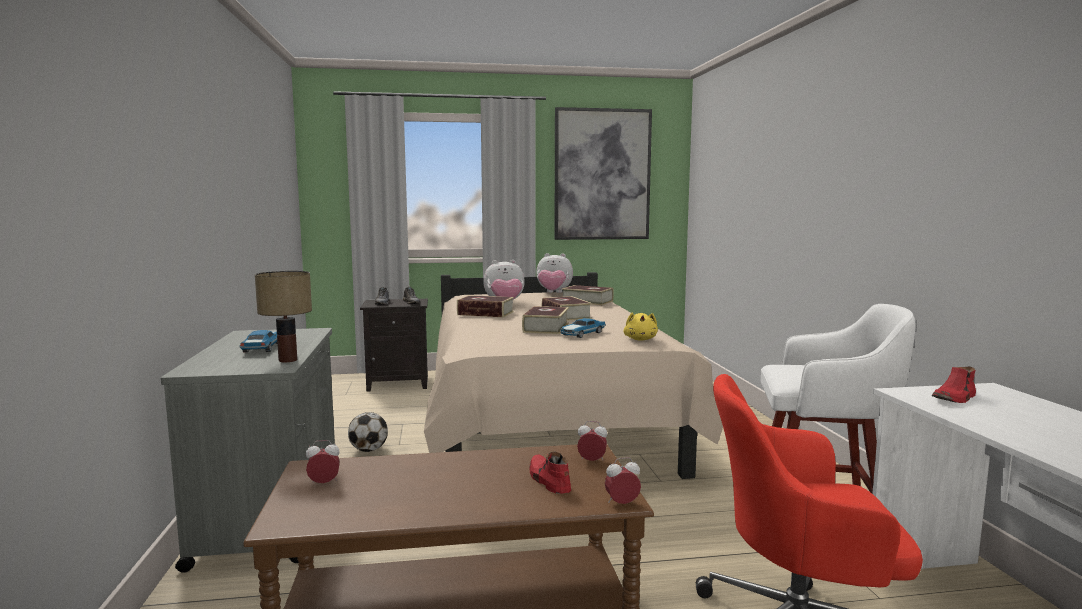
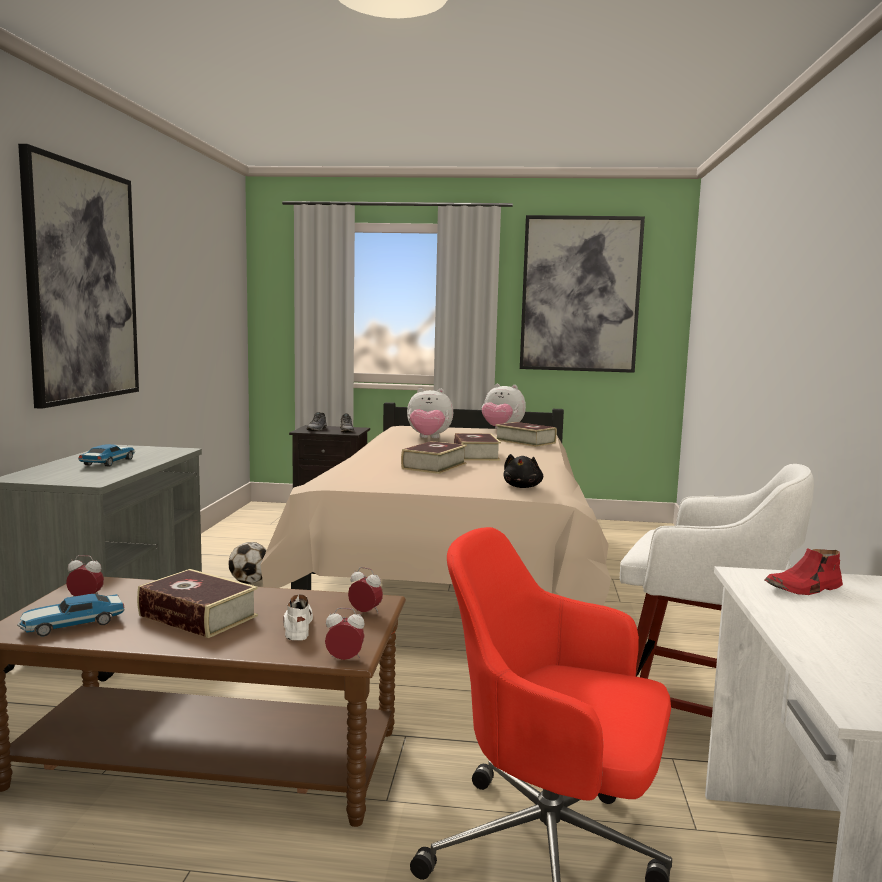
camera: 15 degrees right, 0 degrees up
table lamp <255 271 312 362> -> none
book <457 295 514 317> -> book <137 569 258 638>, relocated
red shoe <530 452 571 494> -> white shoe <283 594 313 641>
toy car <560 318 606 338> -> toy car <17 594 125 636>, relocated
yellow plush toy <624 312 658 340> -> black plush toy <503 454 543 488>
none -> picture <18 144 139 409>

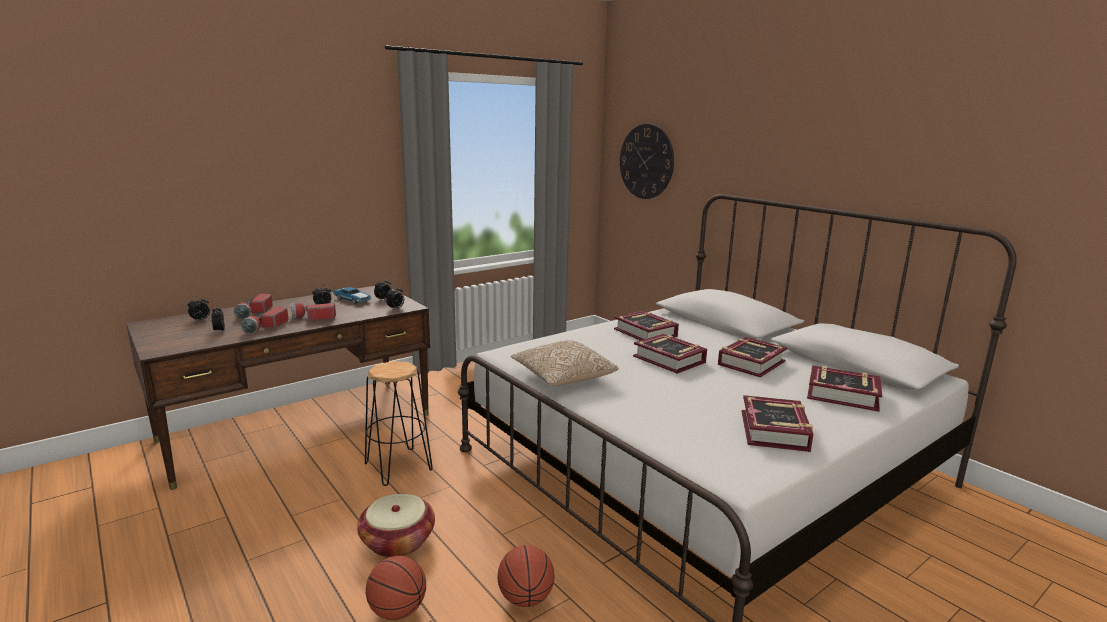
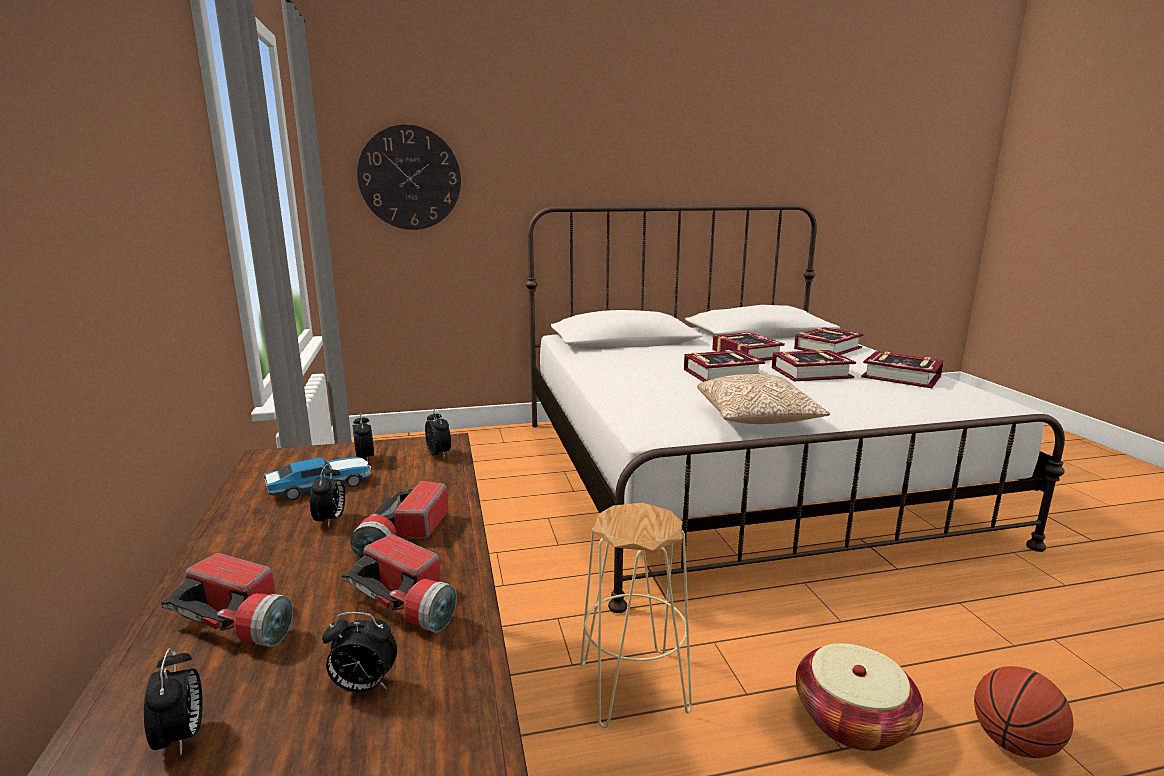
camera: 65 degrees left, 0 degrees up
black stool <365 361 433 486> -> beige stool <580 503 692 728>
basketball <497 545 555 607> -> none
book <614 311 679 340> -> book <772 349 856 381>, relocated

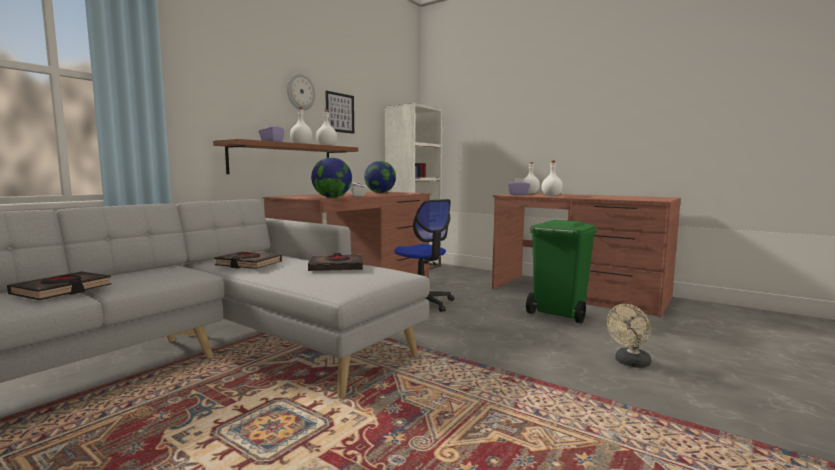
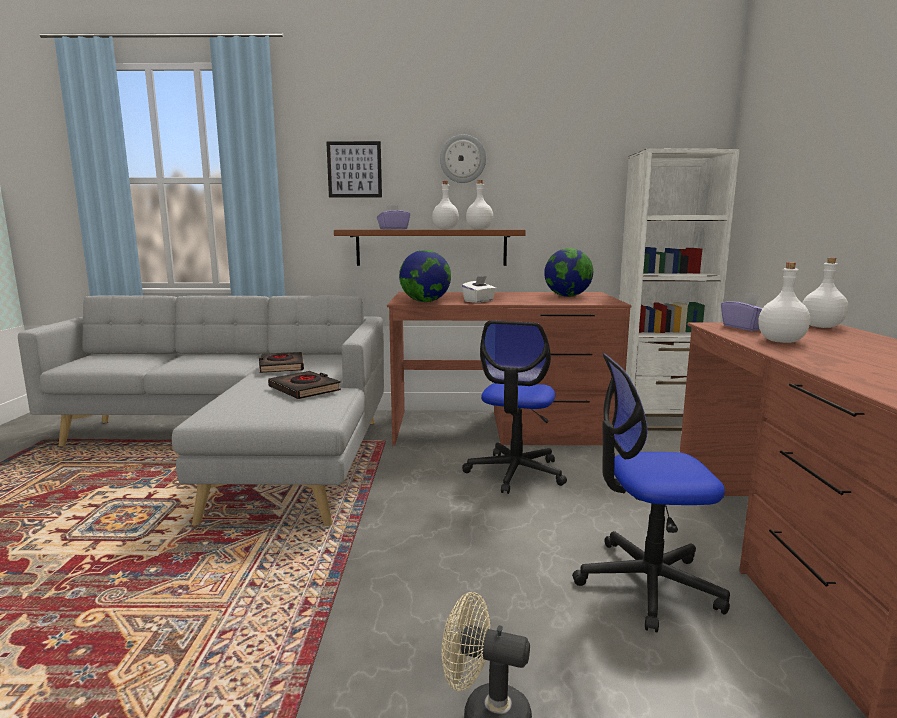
camera: 55 degrees right, 5 degrees up
black book <7 272 112 300> -> none
picture <325 91 354 134> -> picture <326 141 382 198>, relocated
green trash can <526 220 597 323> -> office chair <572 353 730 632>

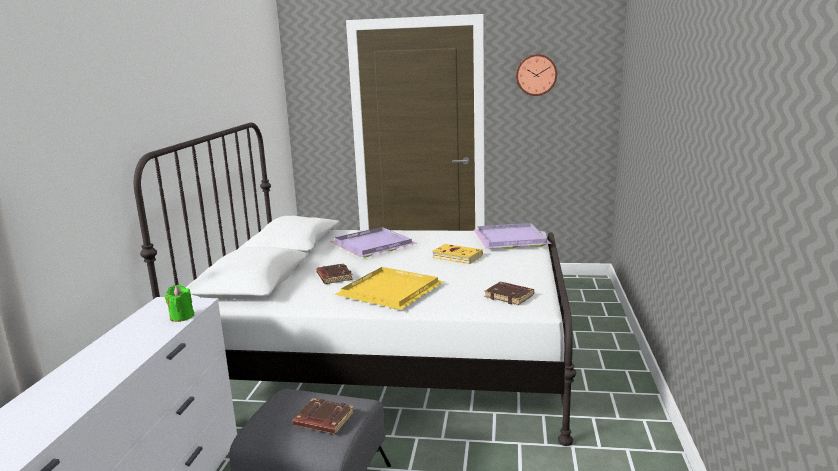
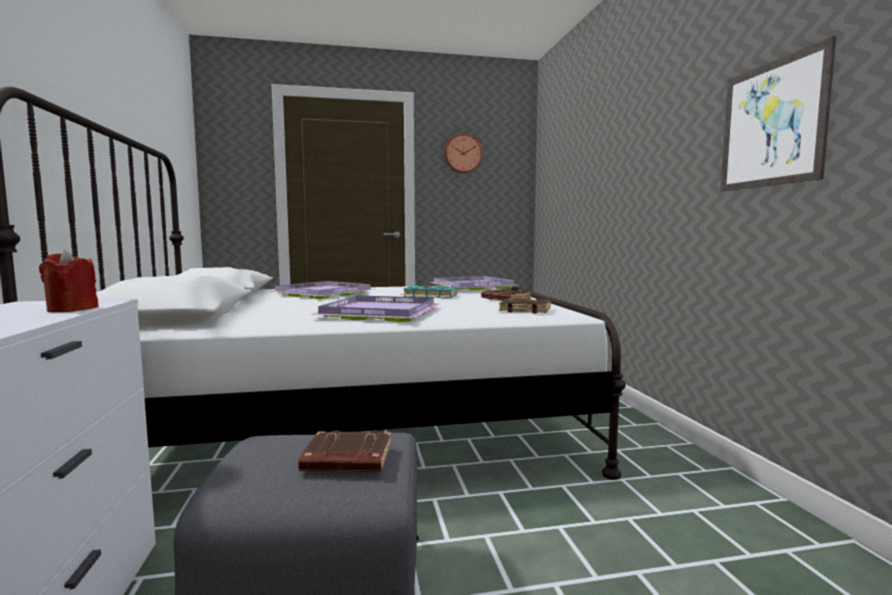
camera: 20 degrees left, 10 degrees down
green candle <165 285 195 322> -> red candle <39 249 99 312>
brown book <316 263 353 284> -> brown book <481 288 532 301>, relocated
yellow tray <334 267 445 310> -> purple tray <309 295 441 322>
yellow book <432 244 483 264> -> turquoise book <402 286 458 298>
none -> picture <720 36 836 191>

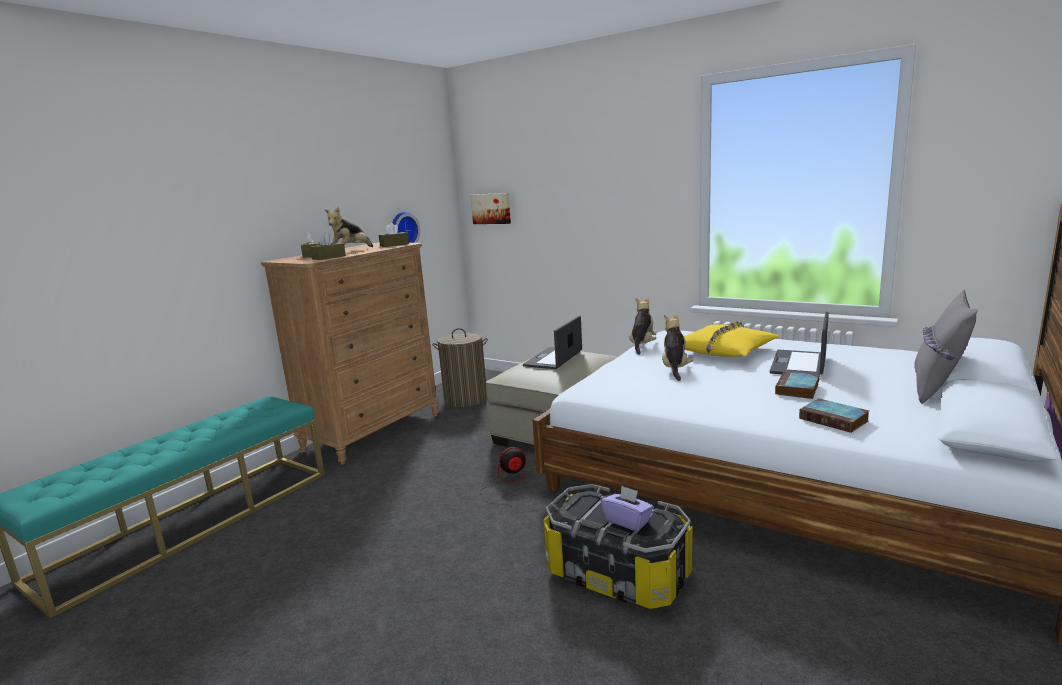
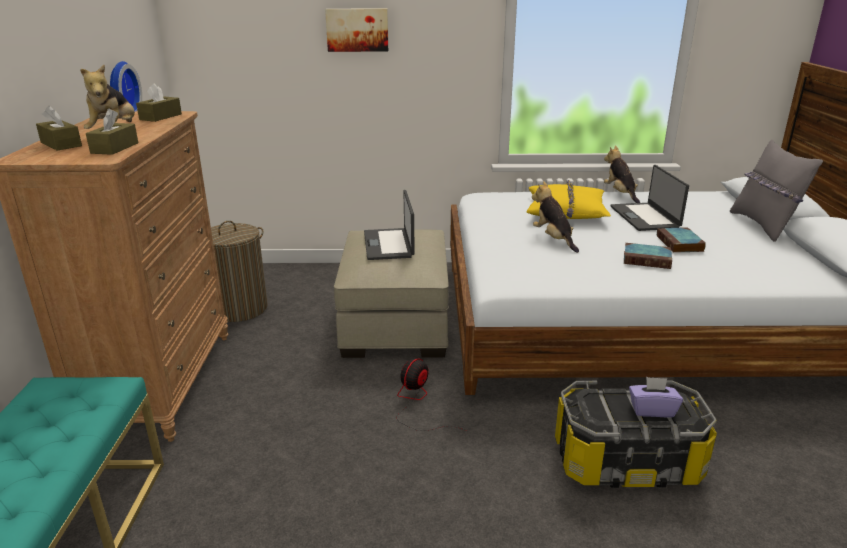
camera: 35 degrees left, 10 degrees up
picture <470 193 511 224> -> picture <325 9 388 52>, relocated
plush toy <629 298 656 355> -> plush toy <604 145 640 203>, relocated
book <799 398 869 433> -> book <624 243 672 269>, relocated

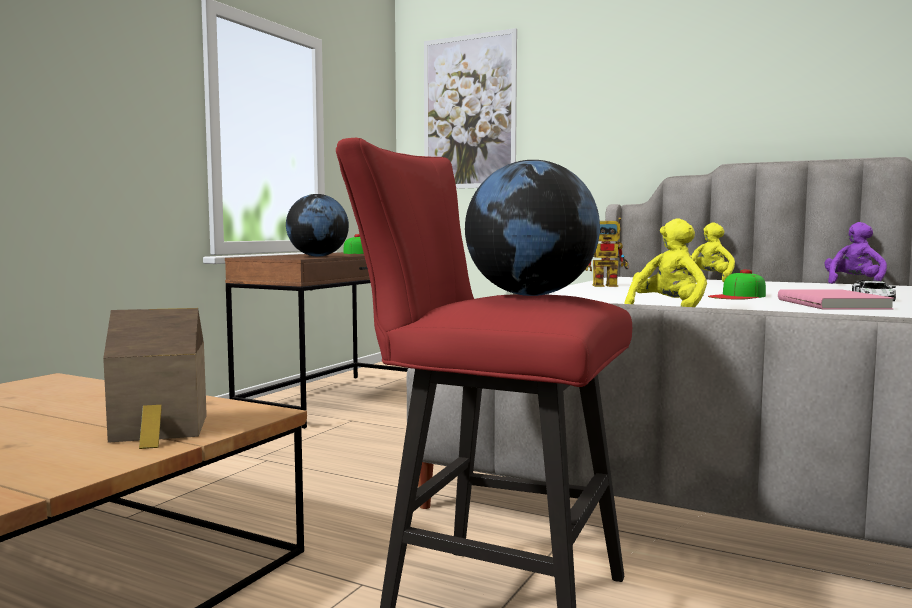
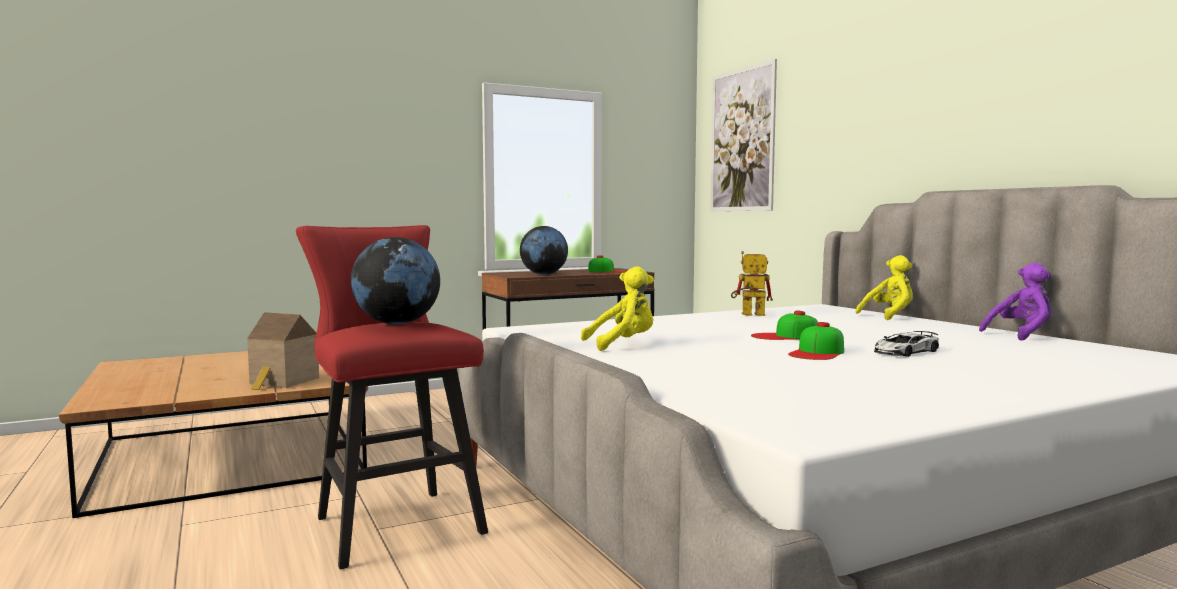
camera: 35 degrees right, 0 degrees up
toy robot <585 217 629 287> -> toy robot <731 251 773 316>, 150 degrees clockwise
pink book <778 290 894 309> -> cap <788 322 844 360>

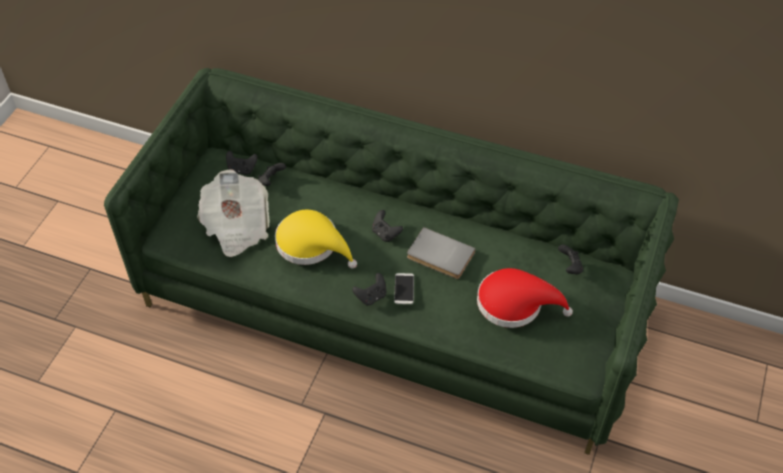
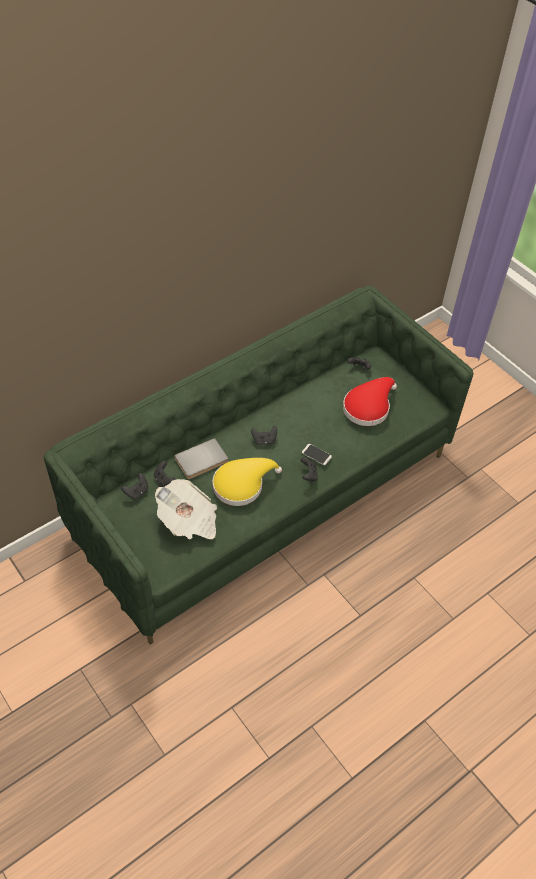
camera: 60 degrees left, 0 degrees up
grey book <407 227 476 279> -> grey book <174 438 228 479>, relocated

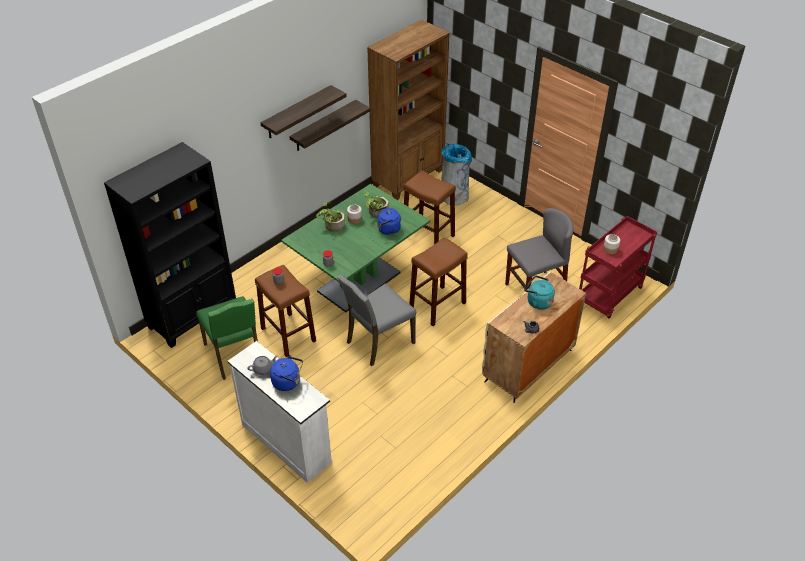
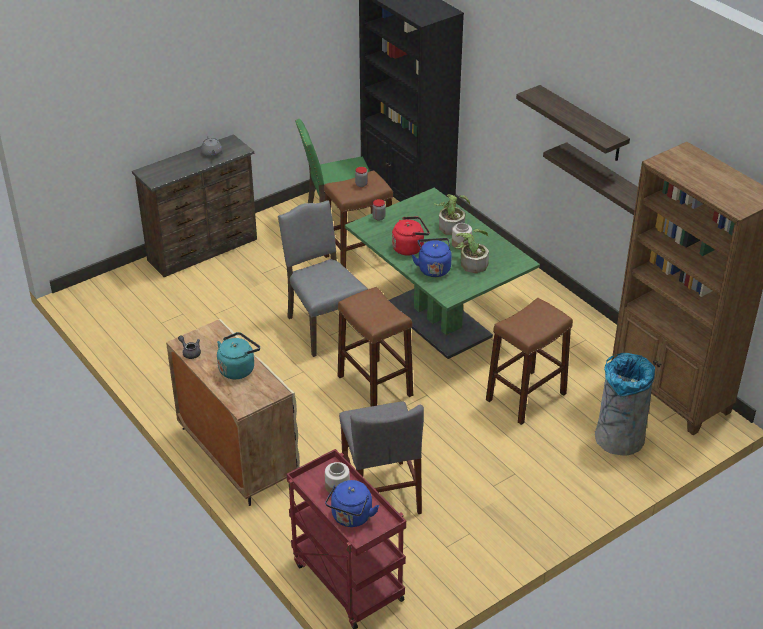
camera: 100 degrees right, 5 degrees down
white dresser <227 341 332 483> -> brown dresser <132 134 257 277>
blue kettle <270 355 303 391> -> blue kettle <325 480 379 527>, relocated
none -> red kettle <392 217 429 255>

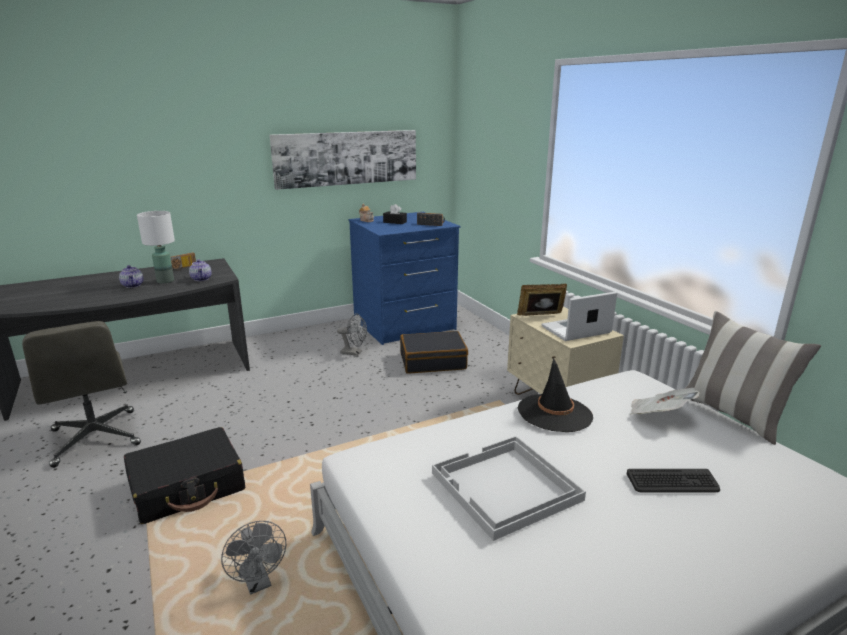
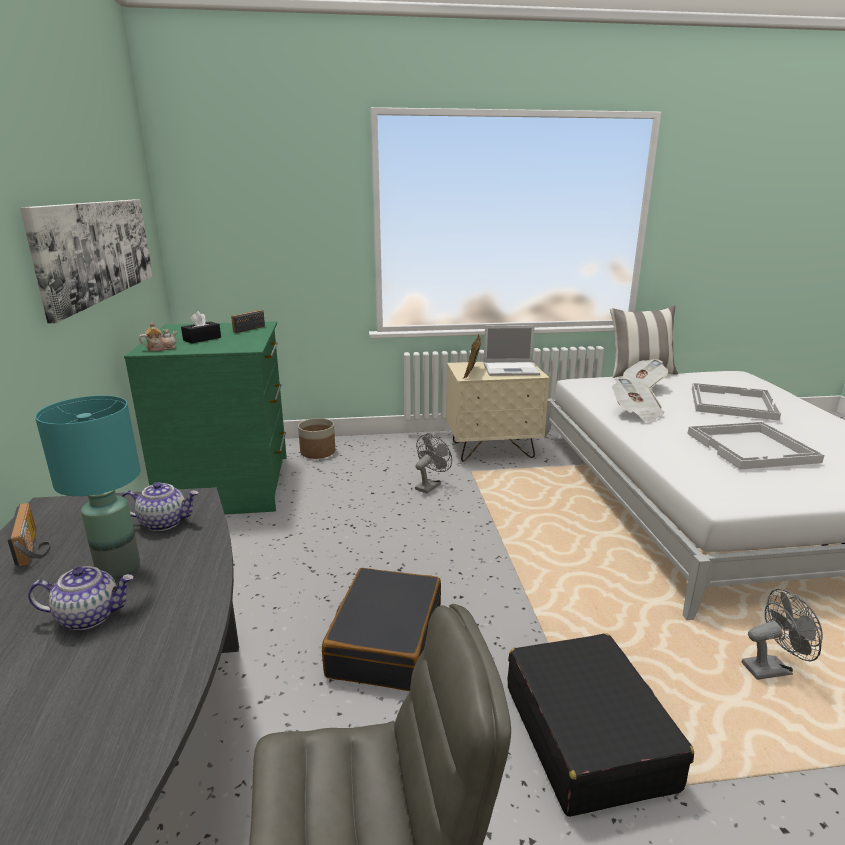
camera: 70 degrees left, 0 degrees up
white table lamp <137 211 175 284> -> turquoise table lamp <35 395 140 578>
grey fan <337 313 367 356> -> grey fan <415 434 452 493>, relocated
blue dresser <348 212 460 345> -> green dresser <124 321 287 515>
black suitcase <400 331 468 374> -> black suitcase <322 568 441 691>, relocated
black hat <518 358 593 432> -> newspaper <612 378 665 423>
laptop <542 292 617 341> -> laptop <484 325 540 376>, 90 degrees counterclockwise
keyboard <627 469 720 493> -> white tray <692 383 781 421>
none -> planter <298 418 336 459>

